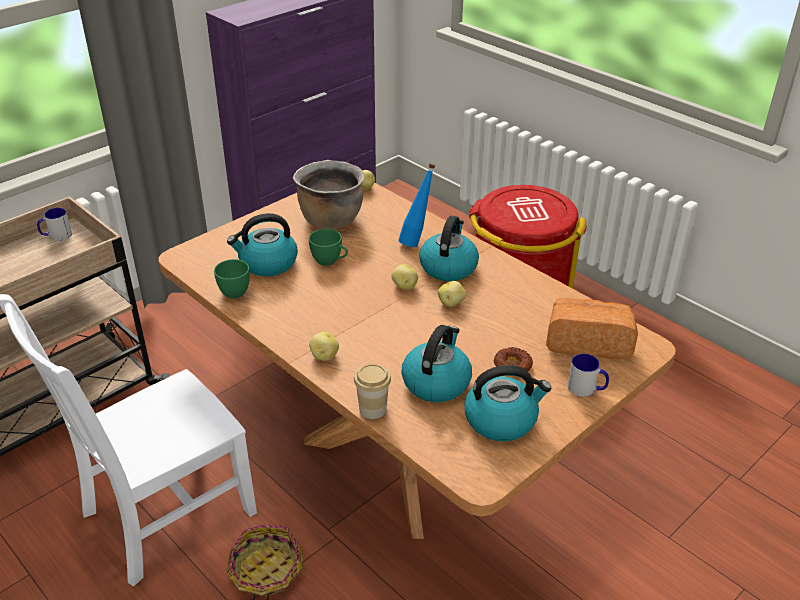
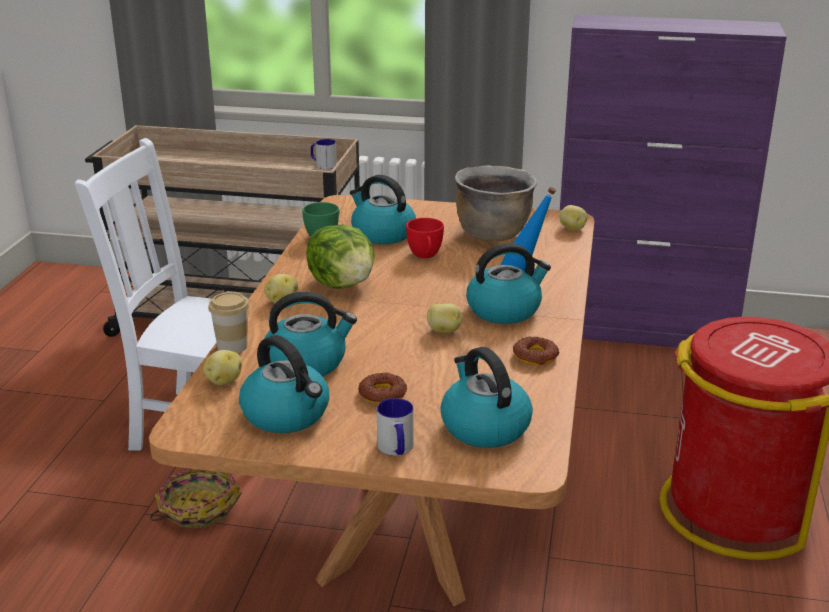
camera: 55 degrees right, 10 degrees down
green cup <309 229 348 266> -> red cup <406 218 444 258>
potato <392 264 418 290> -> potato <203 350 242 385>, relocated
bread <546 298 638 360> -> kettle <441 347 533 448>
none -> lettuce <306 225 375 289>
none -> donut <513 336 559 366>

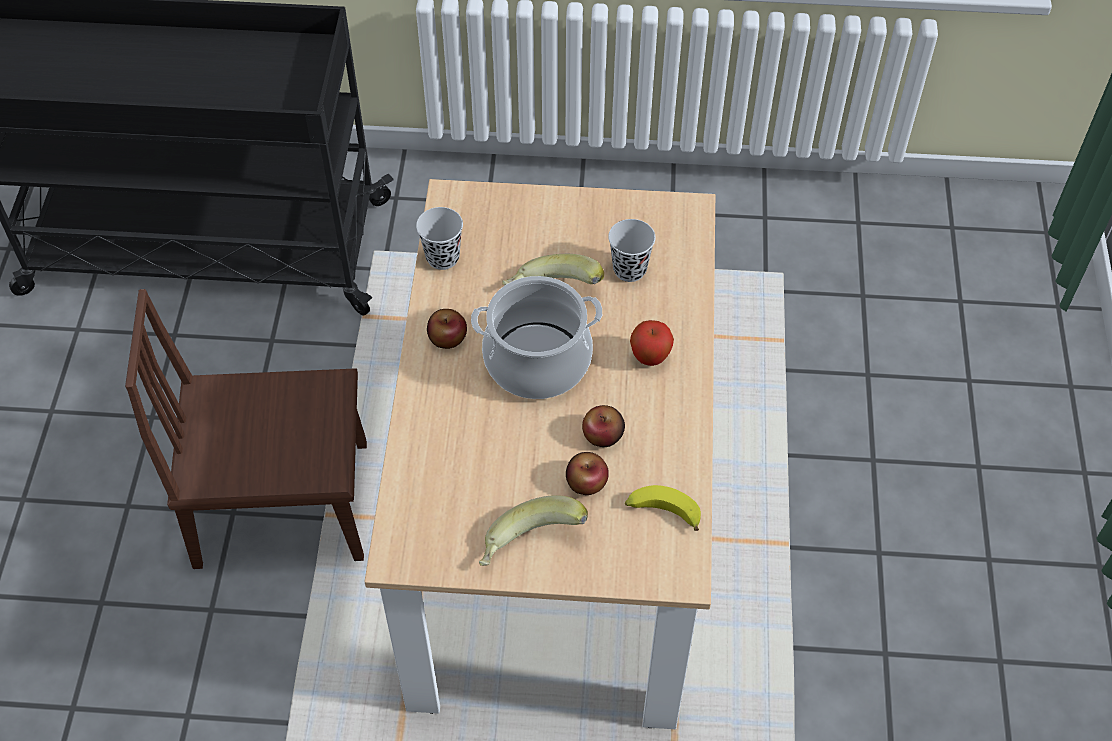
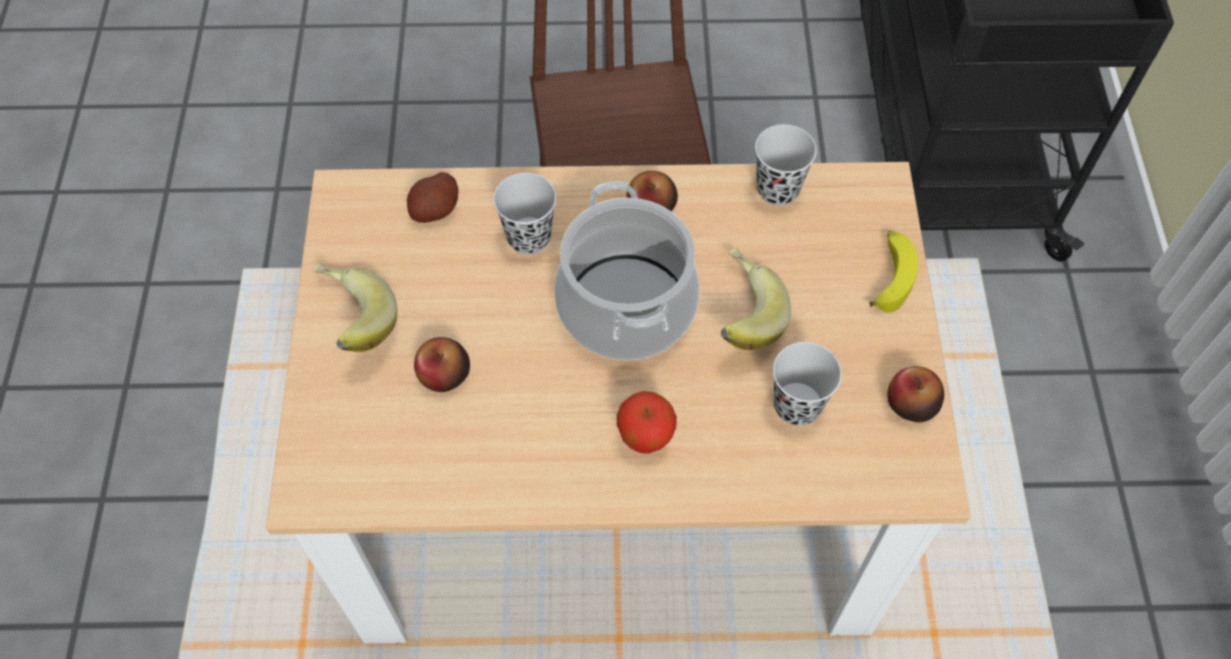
camera: 85 degrees right, 5 degrees up
apple <582 405 625 447> -> apple <887 366 944 422>, relocated
banana <625 485 701 531> -> banana <869 231 918 313>, relocated
none -> potato <407 172 458 223>
none -> black cup <493 173 556 255>

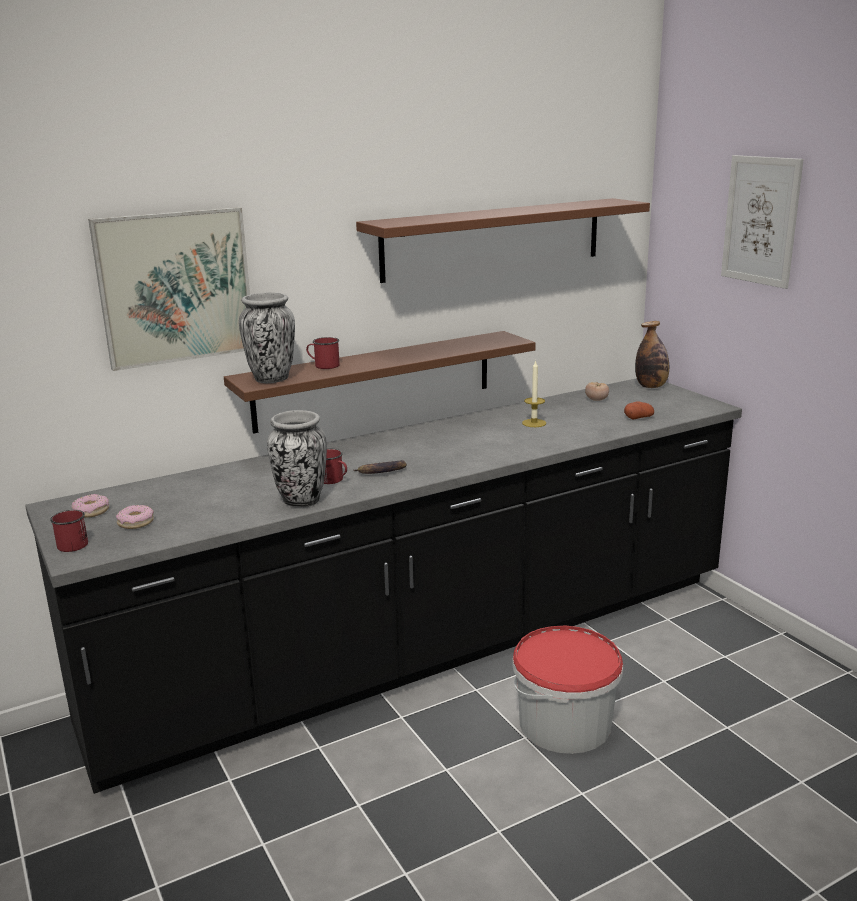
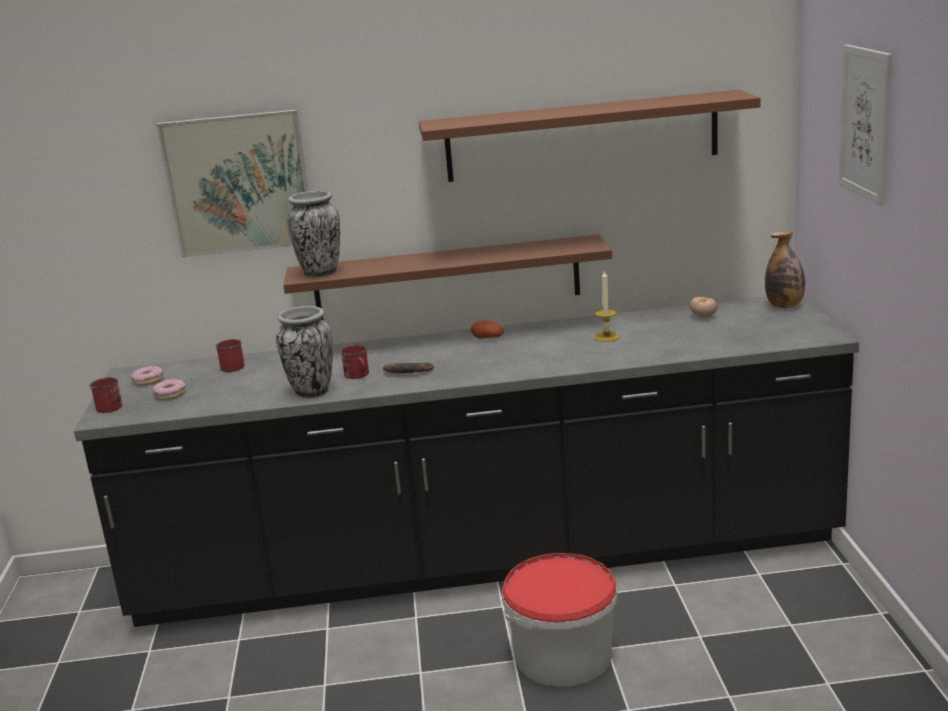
camera: 25 degrees right, 0 degrees up
red mug <306 337 340 369> -> red mug <215 339 244 372>, relocated
potato <624 401 654 419> -> potato <471 320 504 339>, relocated

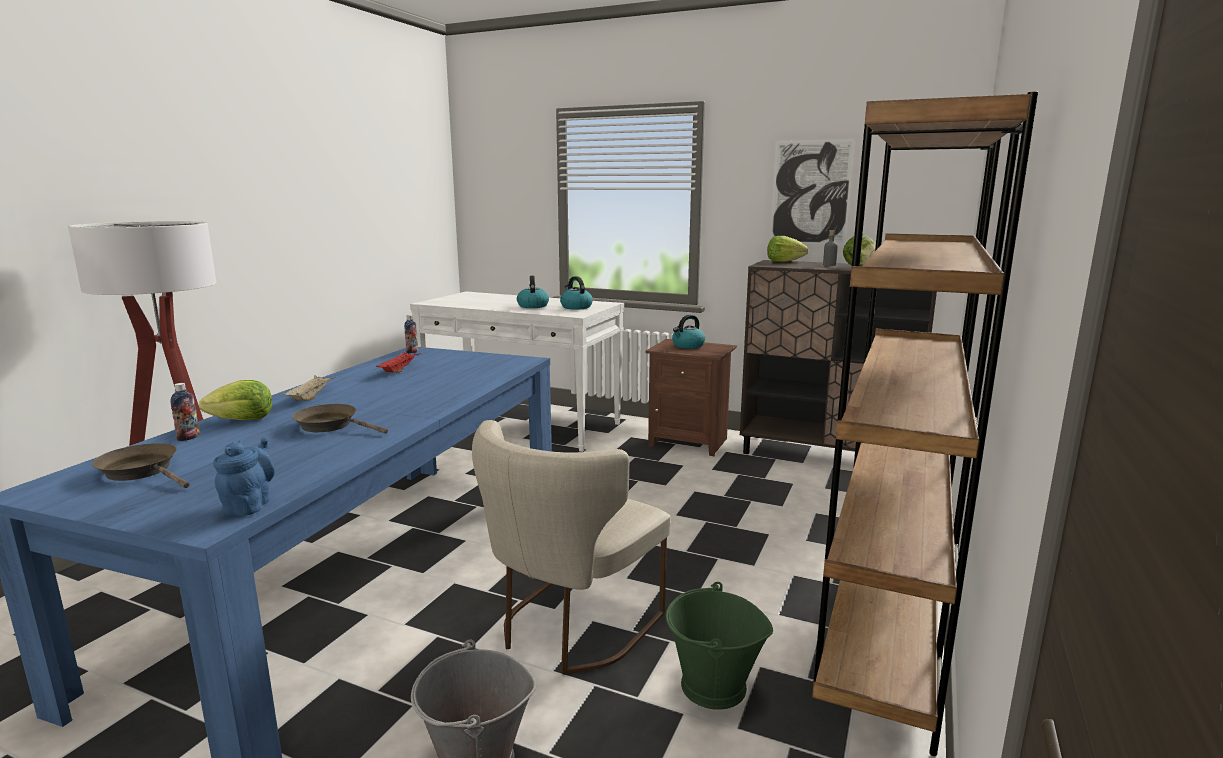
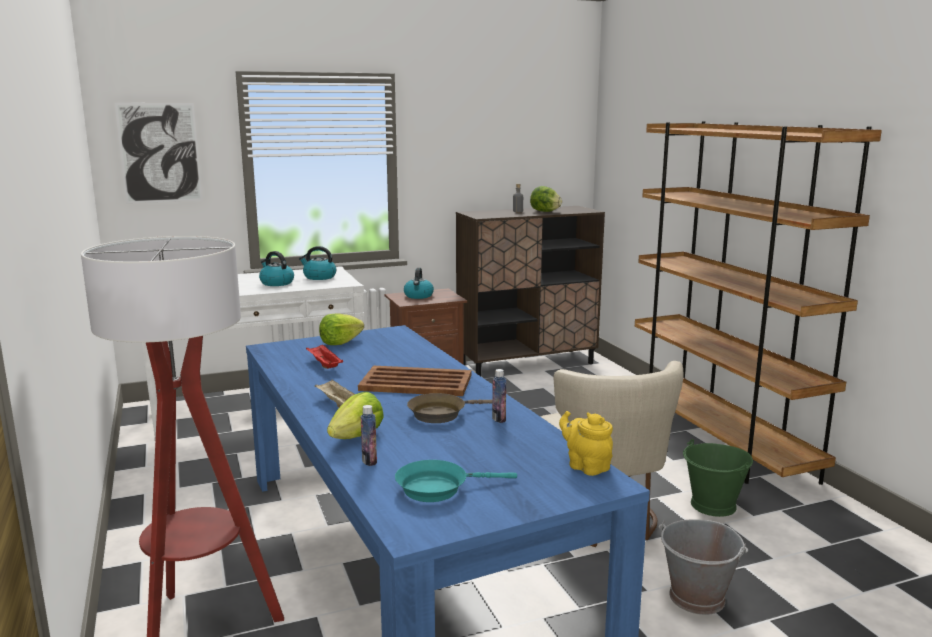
camera: 45 degrees left, 0 degrees up
brown frying pan <92 443 190 488> -> turquoise frying pan <395 460 517 502>
blue teapot <213 437 275 516> -> yellow teapot <559 411 613 476>
bottle <404 315 418 354> -> bottle <492 369 506 423>, relocated
lettuce <767 236 808 262> -> lettuce <319 313 364 345>, relocated
picture <770 139 855 245> -> picture <114 103 202 203>, relocated
none -> brown tray <358 366 471 396>

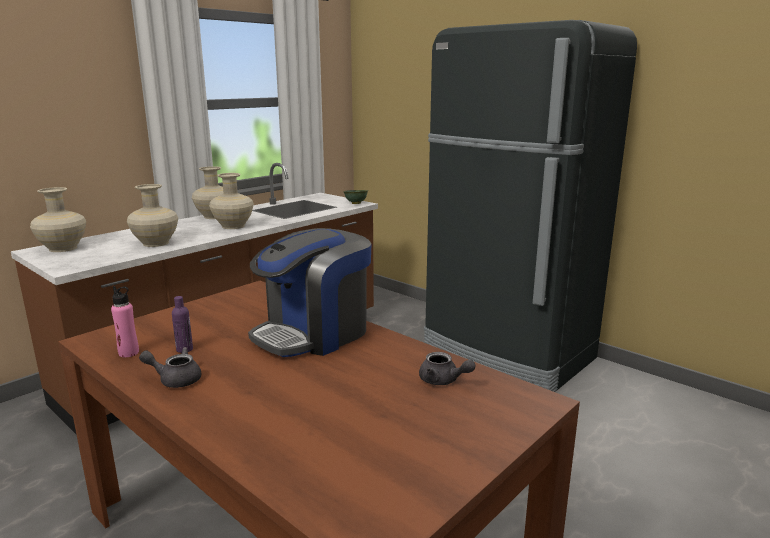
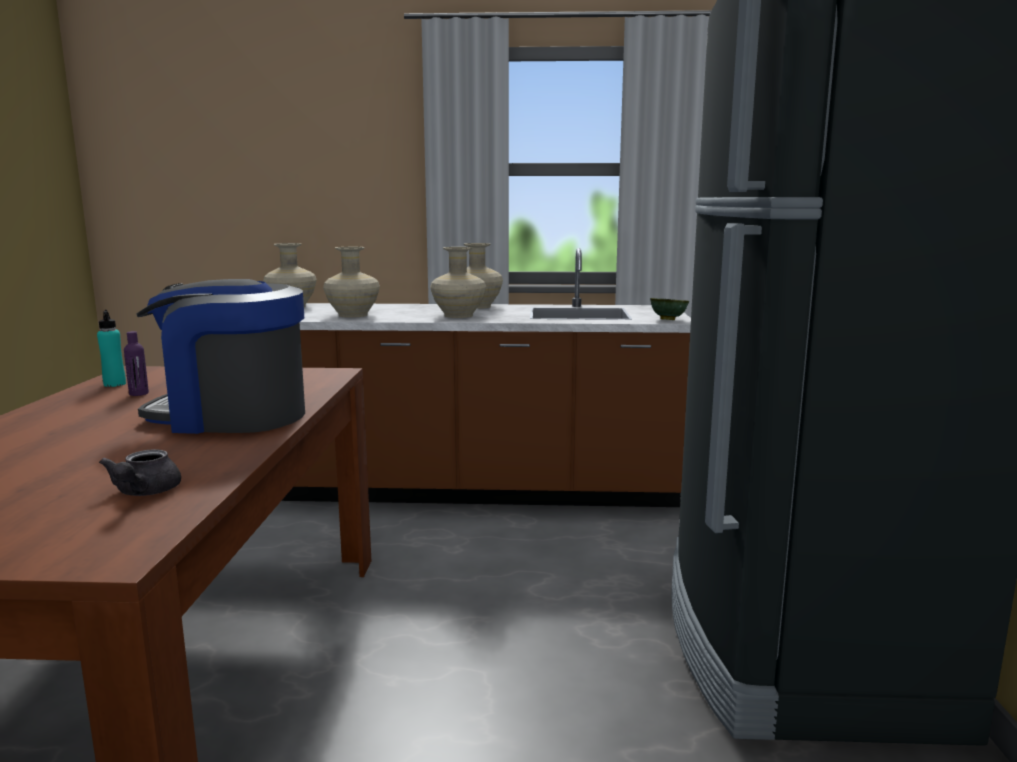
camera: 50 degrees right, 5 degrees down
pink bottle <111 286 139 357> -> turquoise bottle <97 310 126 387>
grey teapot <139 347 201 388> -> none

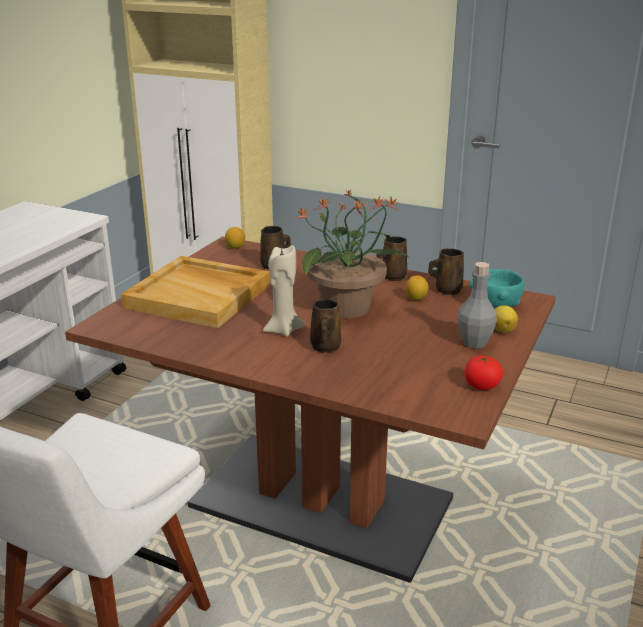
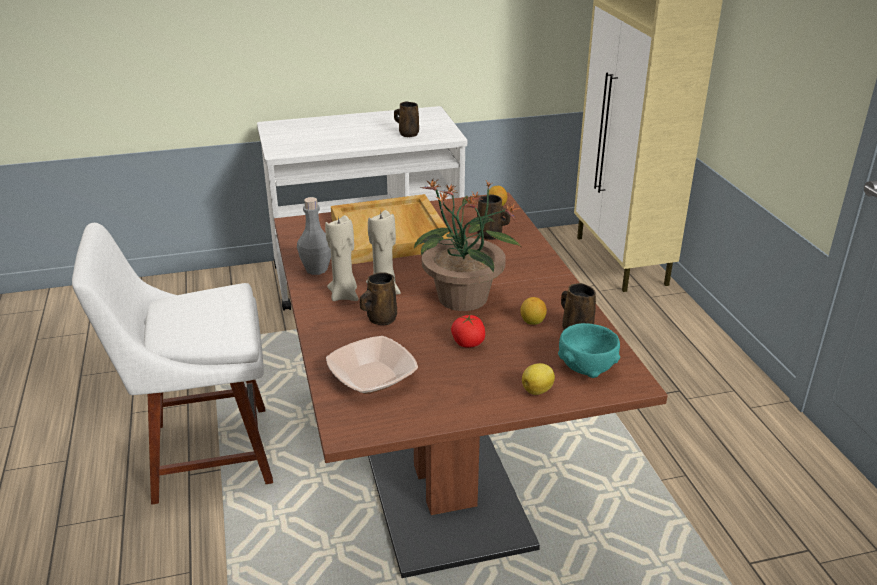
camera: 50 degrees right, 5 degrees up
brown mug <376 236 407 281> -> brown mug <394 102 419 137>, relocated
grey bottle <457 262 497 349> -> grey bottle <297 197 331 275>, relocated
tomato <464 355 503 390> -> tomato <451 315 485 347>, relocated
none -> beige candle <325 215 359 301>
none -> bowl <326 336 418 394>

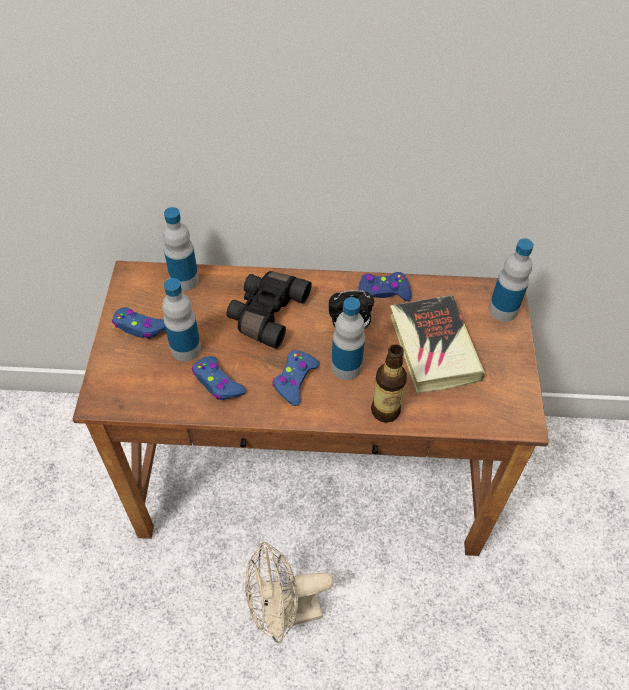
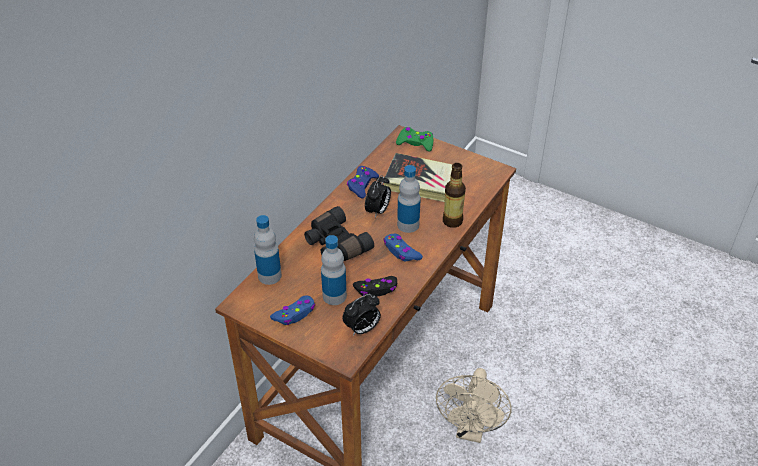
camera: 60 degrees left, 10 degrees down
blue game controller <192 356 246 400> -> black game controller <353 276 397 297>
bottle <489 238 534 322> -> green game controller <396 127 433 152>
none -> alarm clock <342 294 381 335>

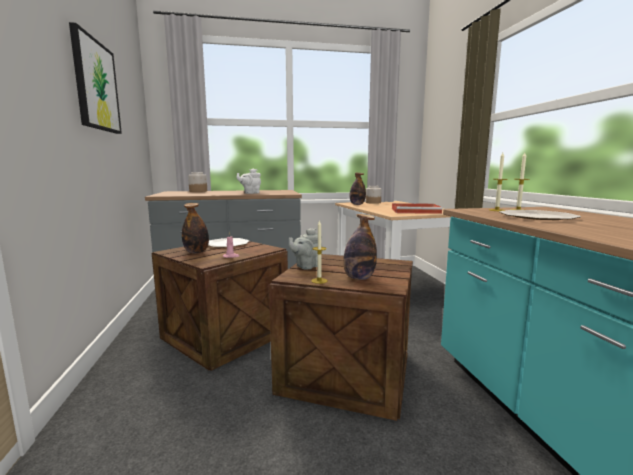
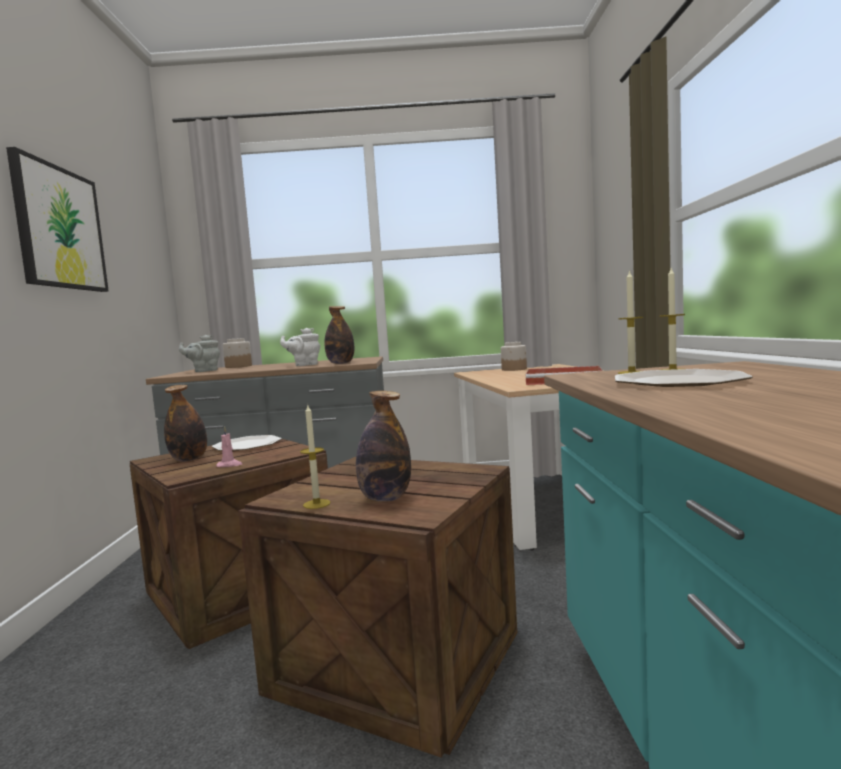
camera: 10 degrees right, 5 degrees down
grey teapot <289 228 322 269> -> grey teapot <179 335 220 372>, relocated
bottle <350 173 366 205> -> bottle <324 306 354 364>, relocated

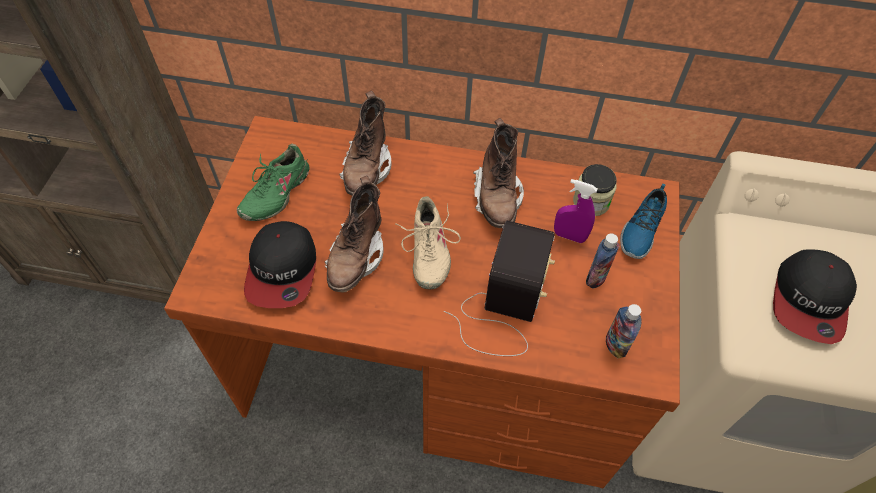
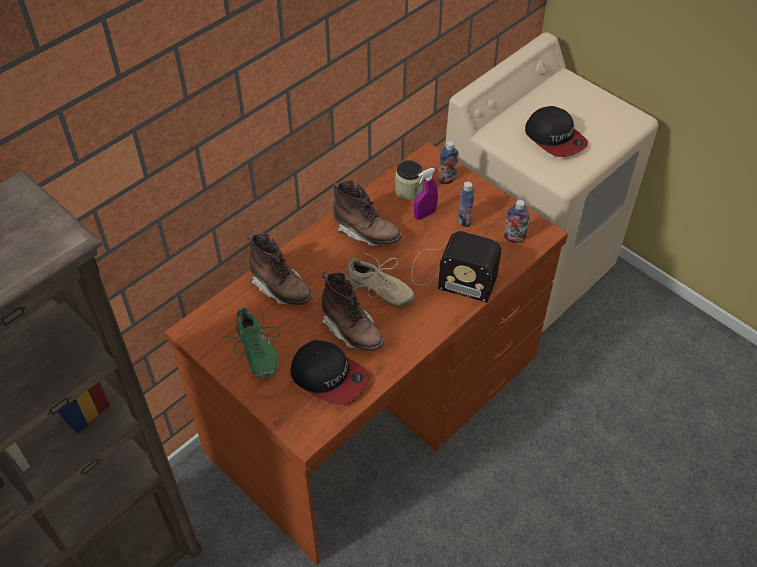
camera: 55 degrees left, 5 degrees down
radio <444 221 555 356> -> radio <412 231 501 303>, 150 degrees clockwise
shoe <620 184 667 259> -> bottle <438 141 459 184>

